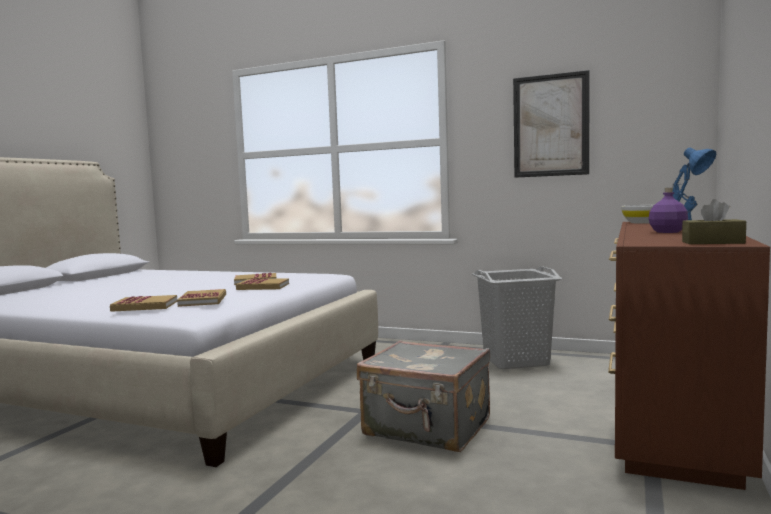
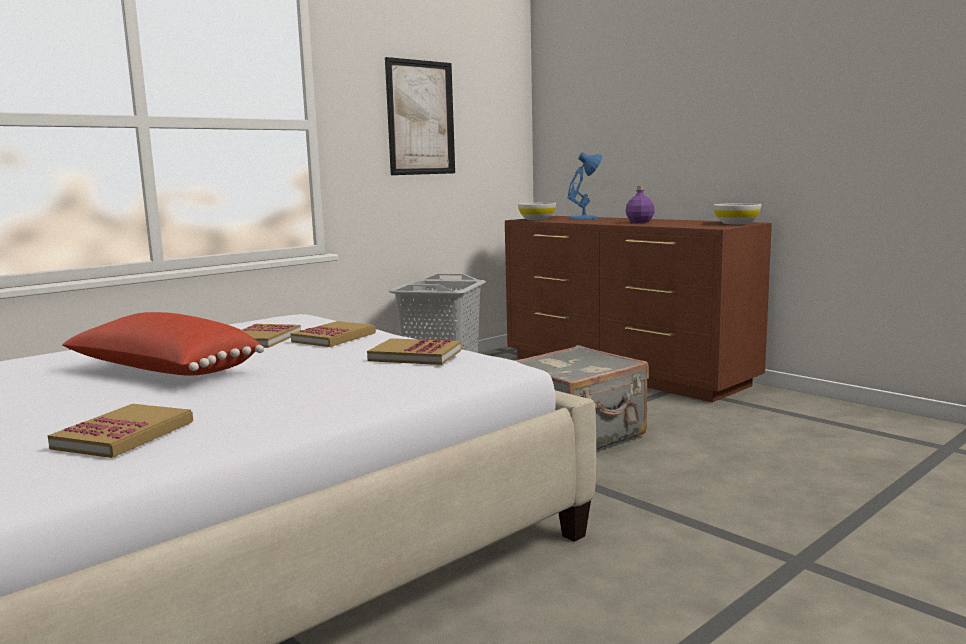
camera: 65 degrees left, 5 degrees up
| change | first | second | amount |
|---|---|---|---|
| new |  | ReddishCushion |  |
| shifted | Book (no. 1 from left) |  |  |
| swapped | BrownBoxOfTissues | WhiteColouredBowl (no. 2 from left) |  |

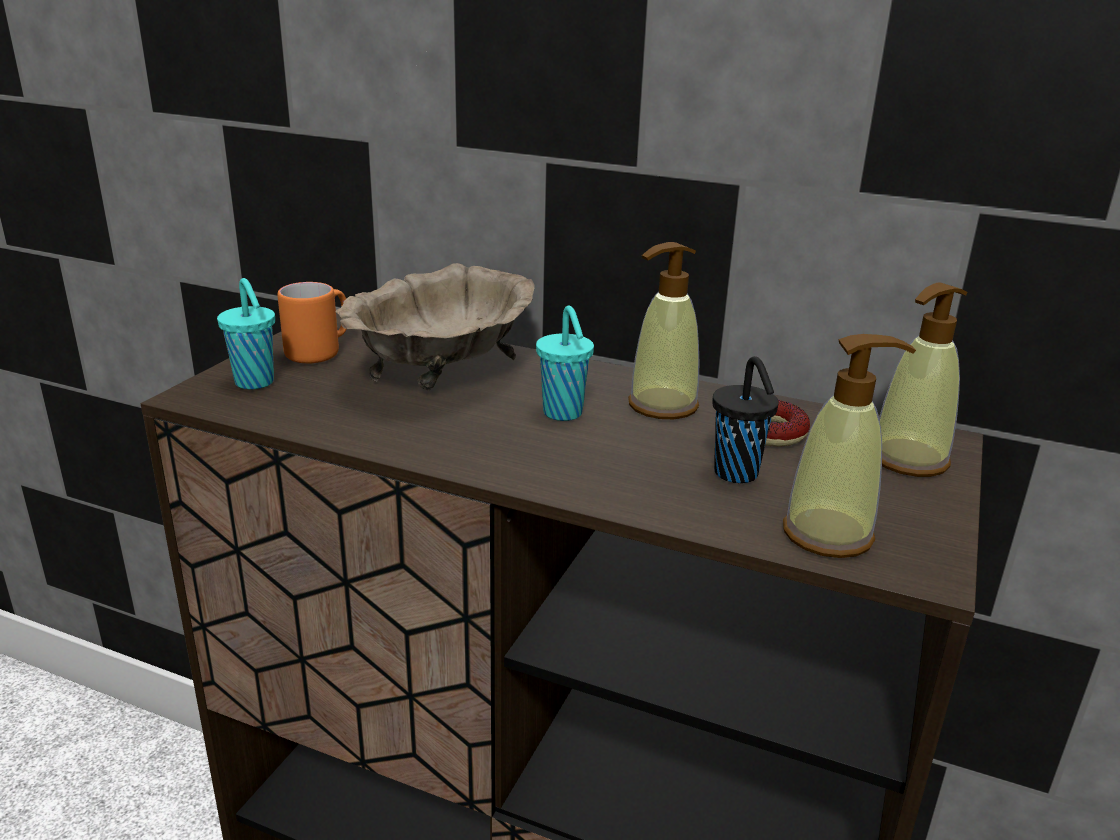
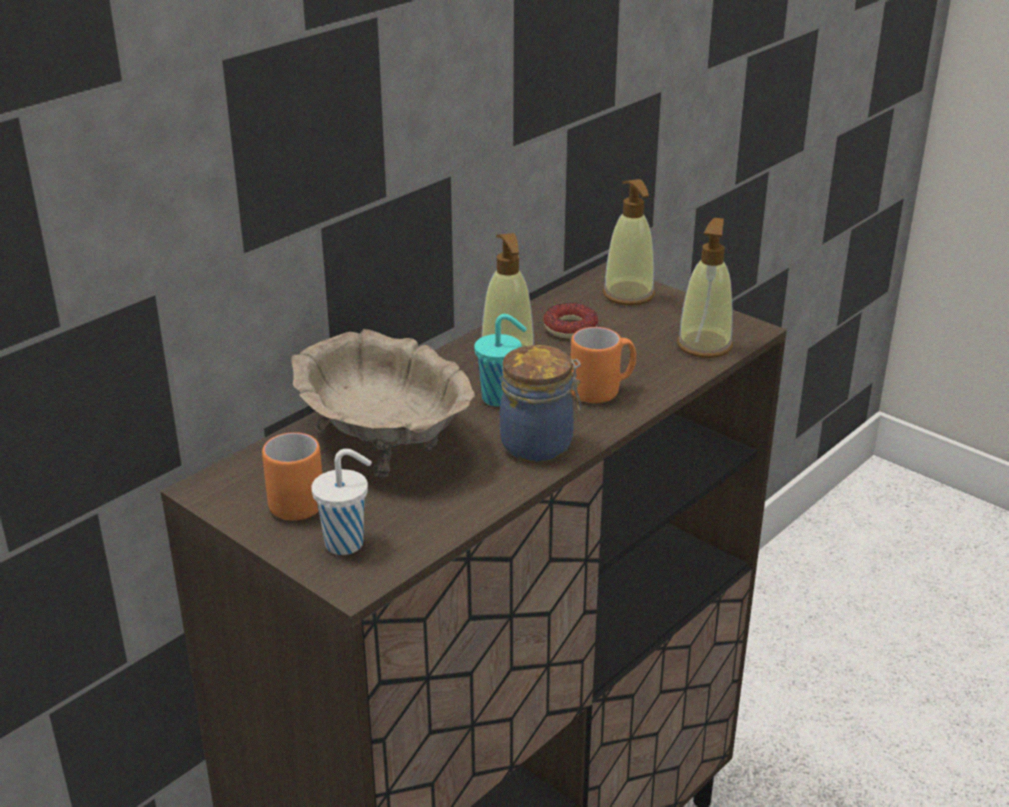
camera: 70 degrees left, 5 degrees up
| change | first | second | amount |
|---|---|---|---|
| gone | BlackishCup |  |  |
| new |  | StorageJar |  |
| new |  | OrangeTeaMug (no. 2 from left) |  |
| repainted | TurquoiseColouredCup (no. 1 from left) | WhiteColouredCup |  |

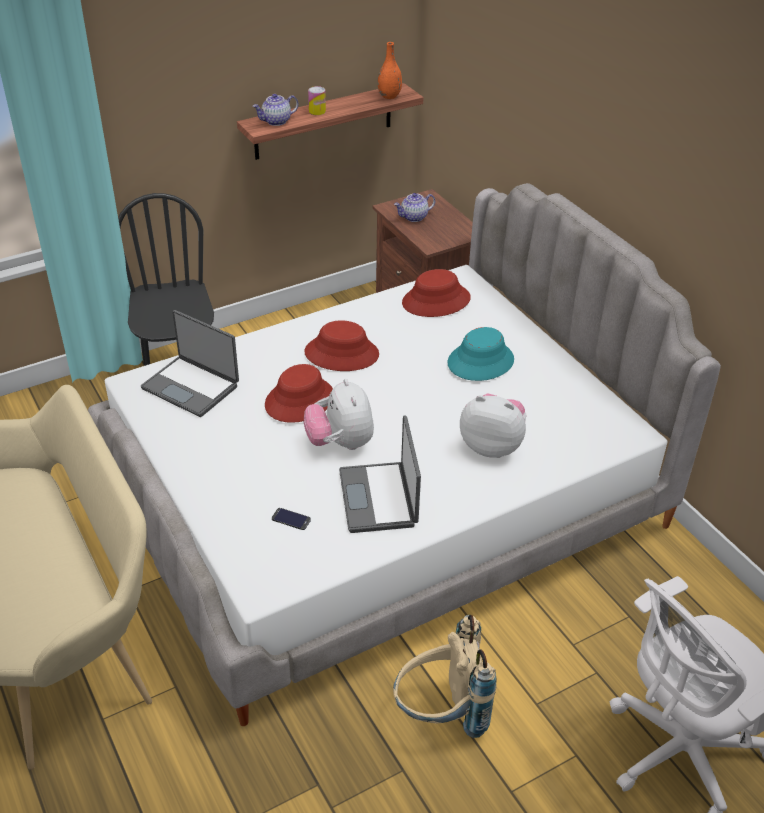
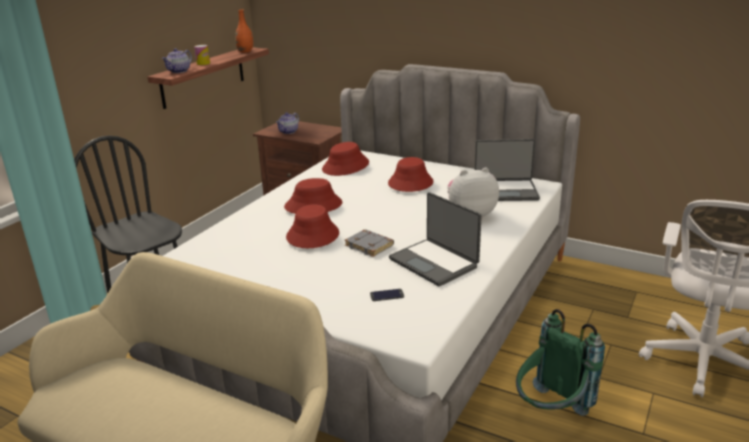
camera: 30 degrees left, 15 degrees down
| change | first | second | amount |
|---|---|---|---|
| shifted | Laptop (no. 1 from left in the first image) | Laptop (no. 2 from left) |  |
| swapped | SoftToy (no. 1 from left) | GreyBook |  |
| repainted | BeigeRucksack | GreenishRucksack |  |
| repainted | TurquoiseColouredHat | ReddishHat (no. 4 from left) |  |

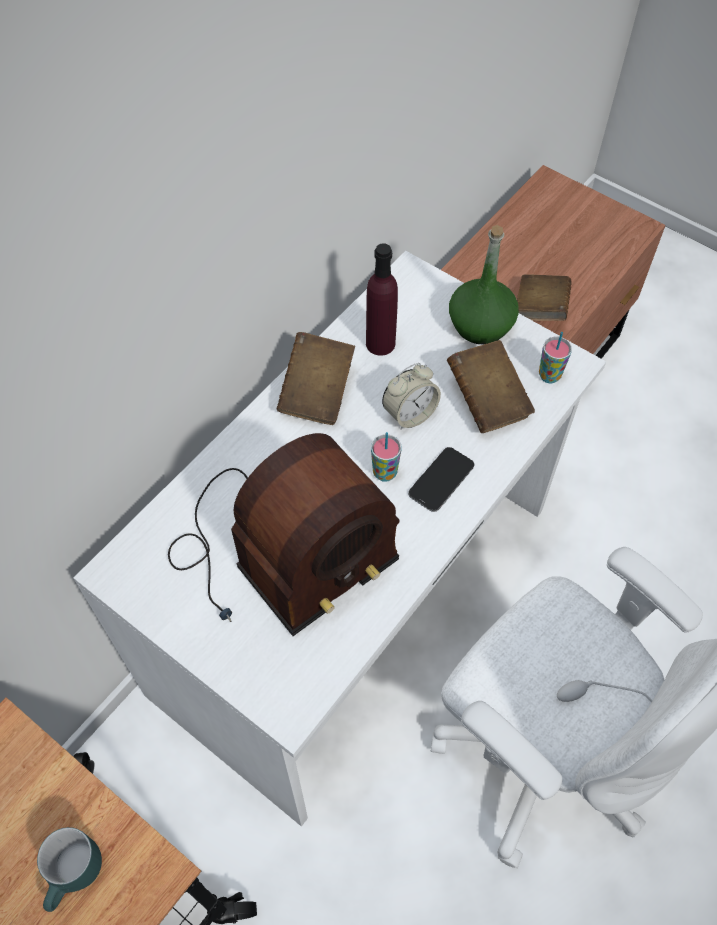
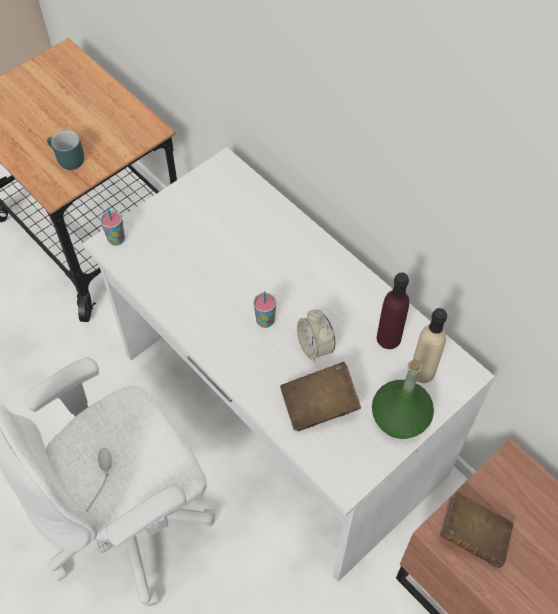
camera: 100 degrees right, 0 degrees up
| change | first | second | amount |
|---|---|---|---|
| gone | RadioSet |  |  |
| gone | BrownBook (no. 1 from left) |  |  |
| gone | Phone |  |  |
| new |  | BeigeBeverageBottle |  |
| shifted | Cup (no. 2 from left in the first image) | Cup (no. 1 from left) |  |

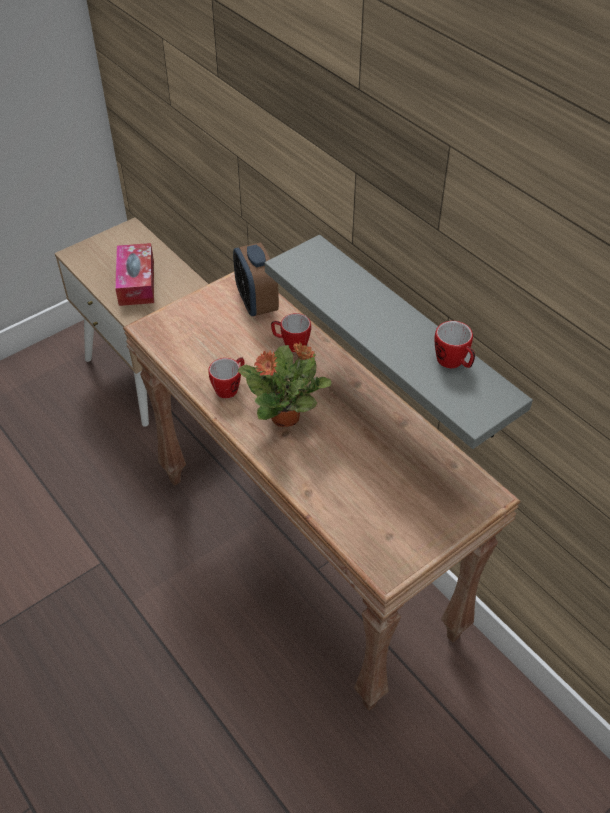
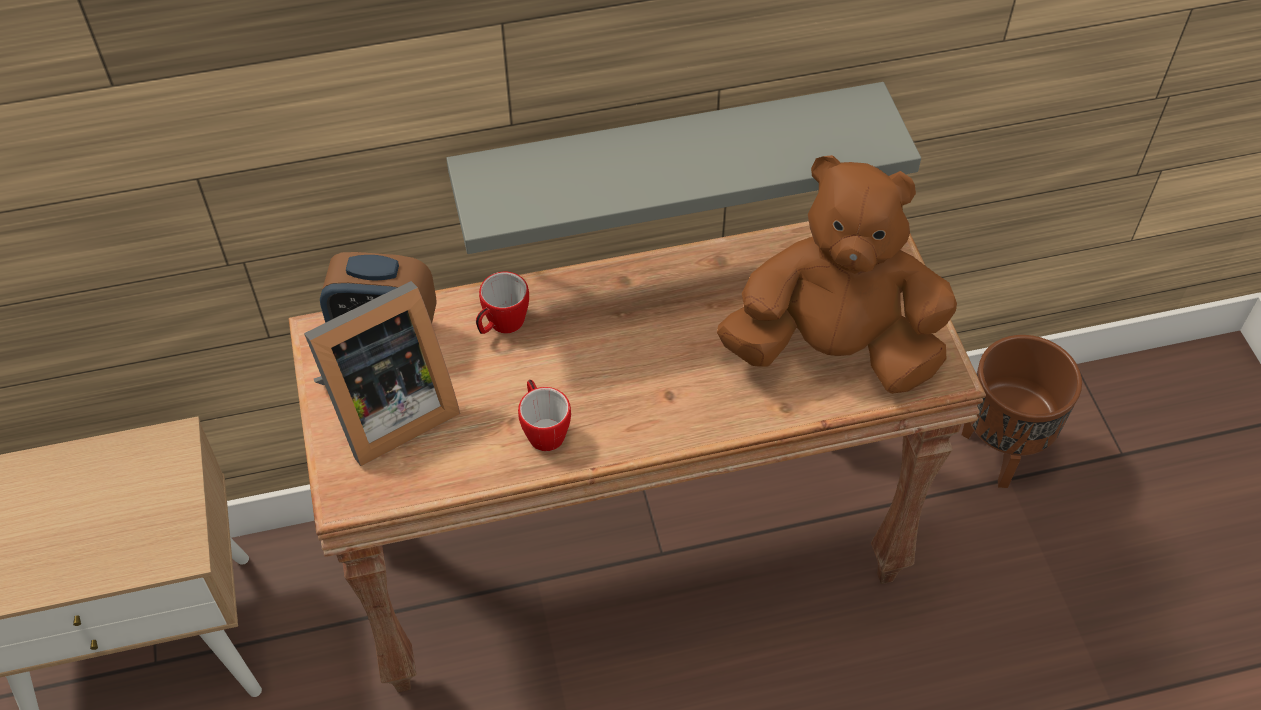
camera: 65 degrees left, 5 degrees up
| change | first | second | amount |
|---|---|---|---|
| gone | BoxOfTissues |  |  |
| gone | PottedPlant |  |  |
| gone | TeaMug (no. 3 from left) |  |  |
| new |  | PictureFrame |  |
| new |  | BrownSoftToy |  |
| new |  | BrownFlowerPot |  |

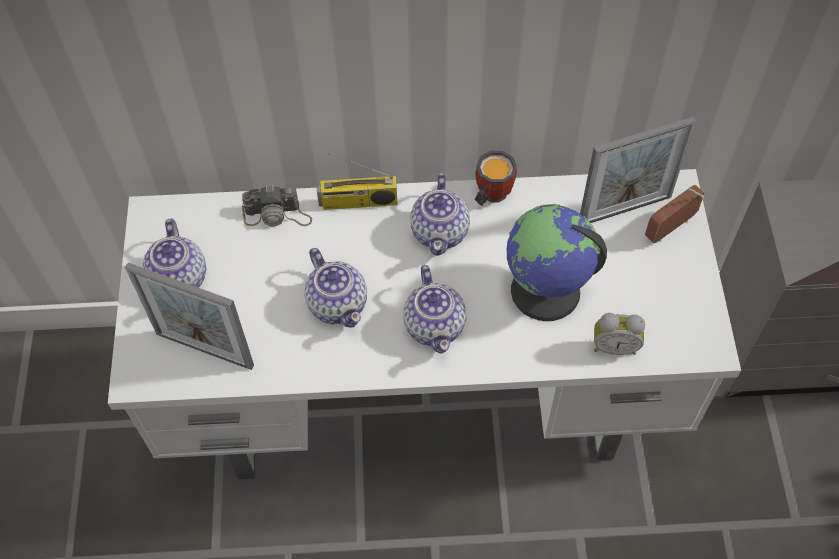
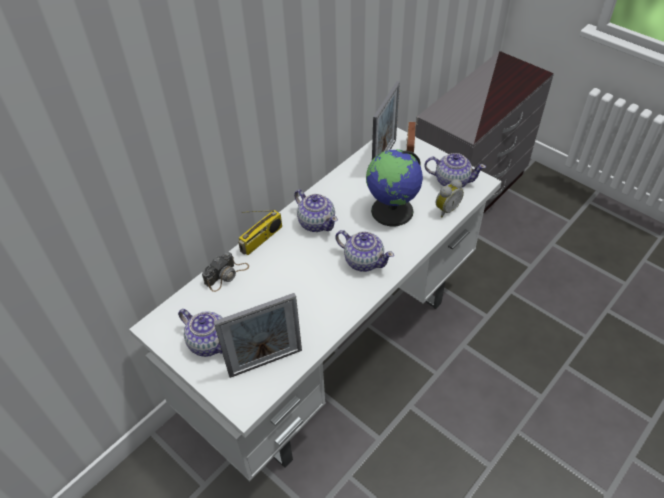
camera: 45 degrees left, 10 degrees down
| change | first | second | amount |
|---|---|---|---|
| gone | TeaMug |  |  |
| shifted | PotForTea (no. 2 from left in the first image) | PotForTea (no. 4 from left) |  |

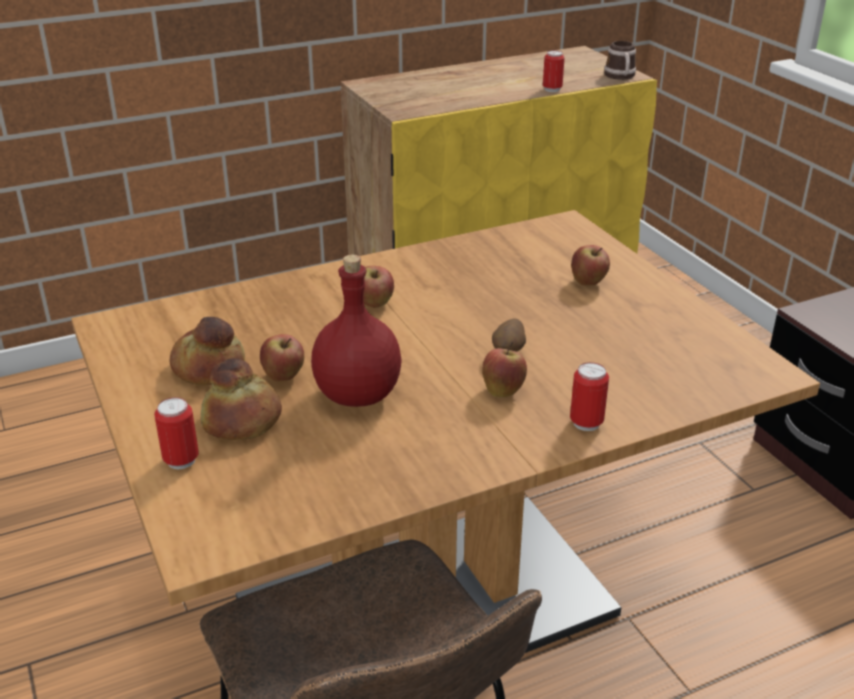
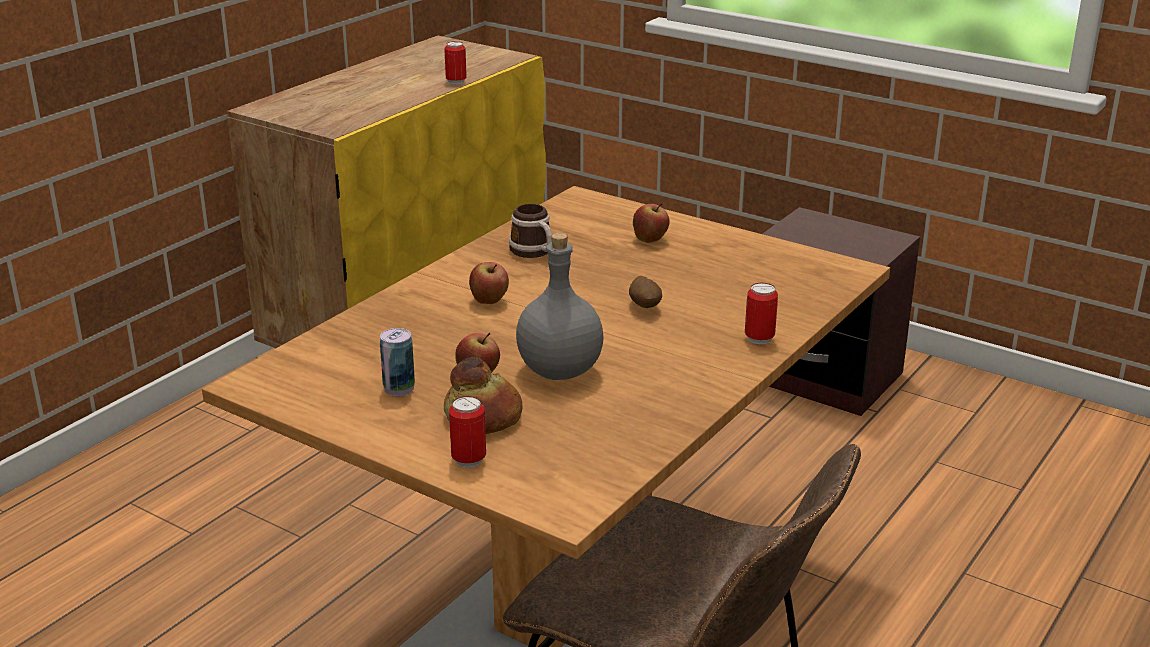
camera: 30 degrees left, 5 degrees down
| change | first | second | amount |
|---|---|---|---|
| gone | AppleFruit (no. 3 from left) |  |  |
| shifted | TeaMug |  |  |
| swapped | BakedBread (no. 1 from left) | SealedCan (no. 1 from left) |  |
| repainted | ReddishBeverageBottle | GreyBeverageBottle |  |

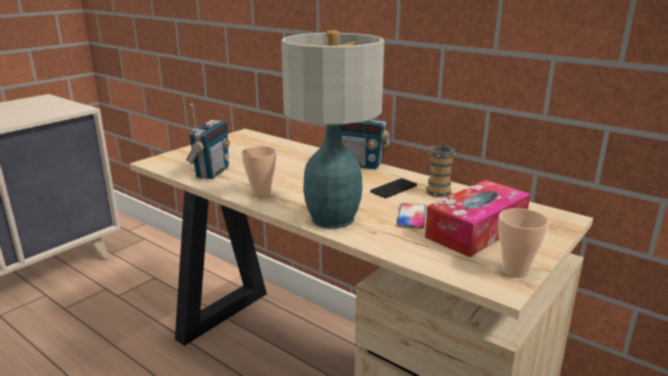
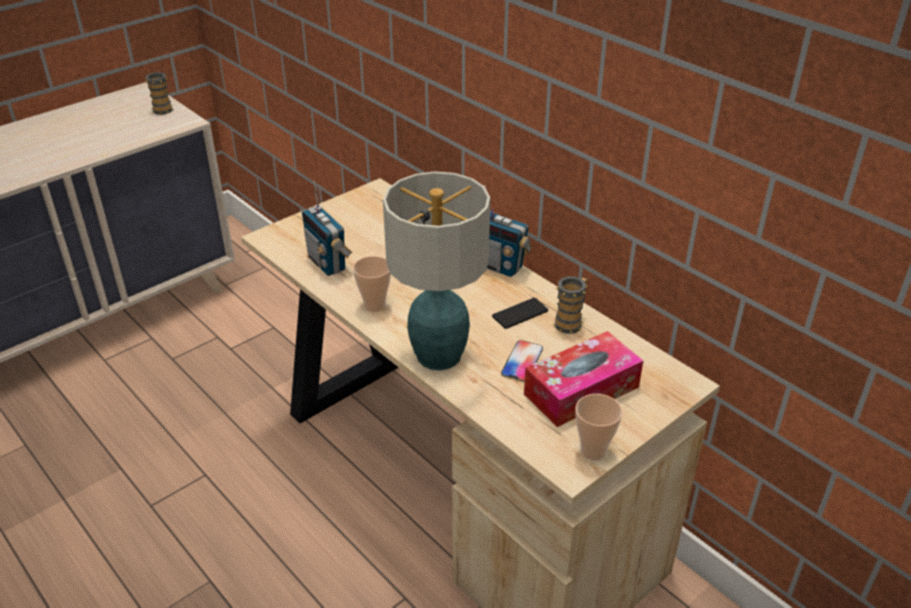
camera: 10 degrees right, 15 degrees up
| change | first | second | amount |
|---|---|---|---|
| new |  | TeaMug (no. 1 from left) |  |
| rotated | RadioSet (no. 1 from left) |  | 120 degrees clockwise |

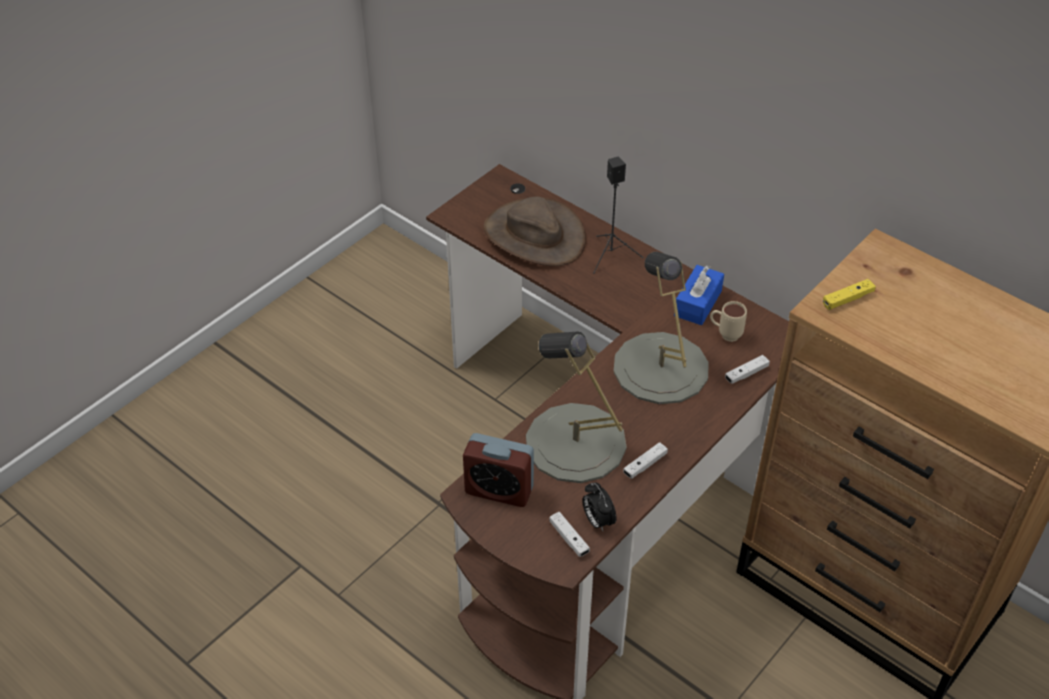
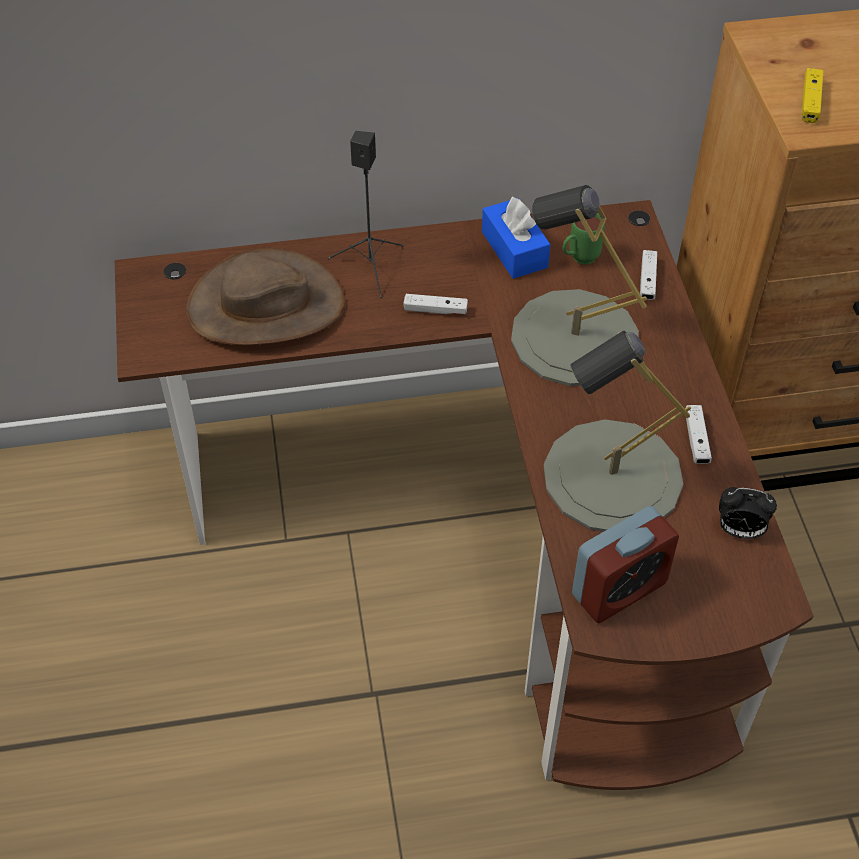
camera: 50 degrees left, 5 degrees up
| change | first | second | amount |
|---|---|---|---|
| shifted | WhiteColouredJoypad (no. 1 from left) |  |  |
| repainted | BeigeTeaMug | GreenishTeaMug |  |

